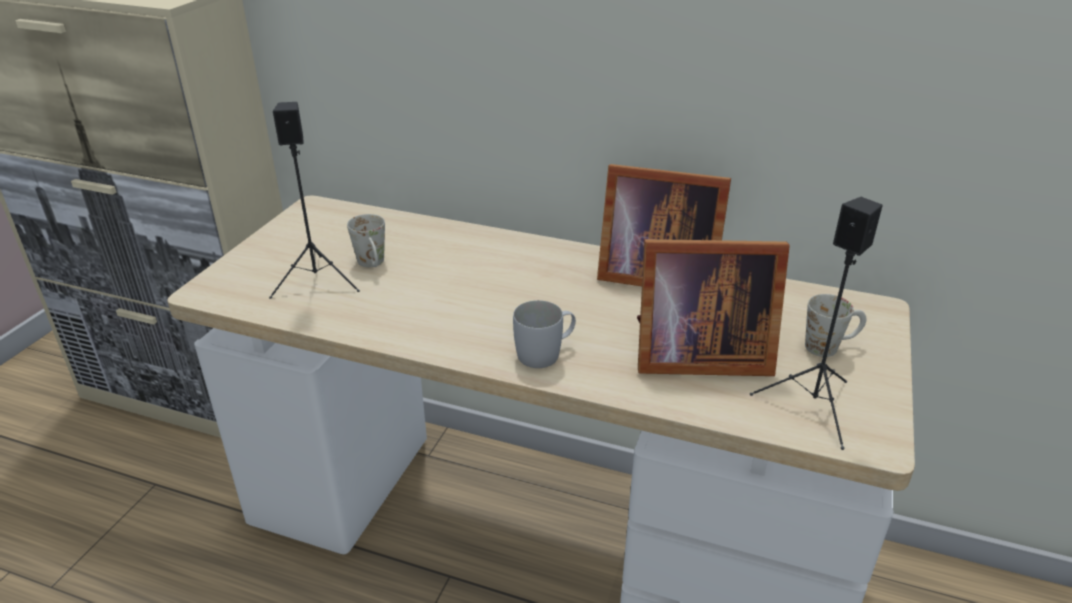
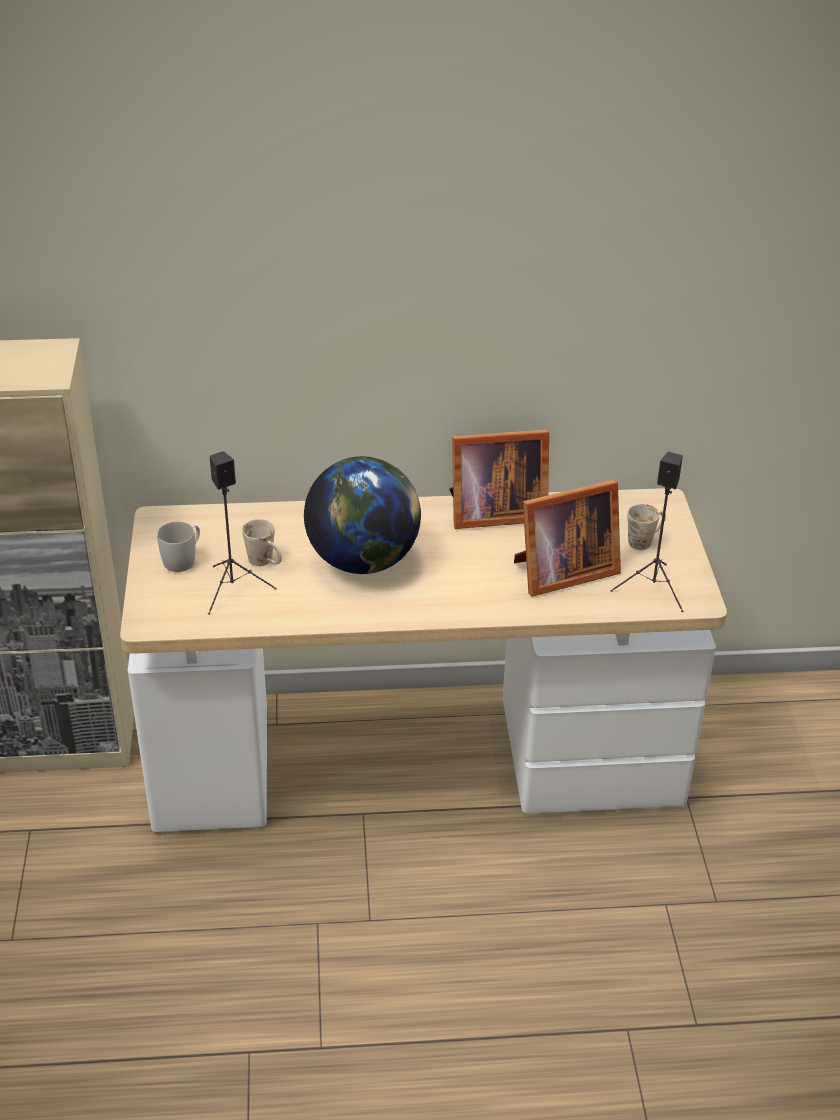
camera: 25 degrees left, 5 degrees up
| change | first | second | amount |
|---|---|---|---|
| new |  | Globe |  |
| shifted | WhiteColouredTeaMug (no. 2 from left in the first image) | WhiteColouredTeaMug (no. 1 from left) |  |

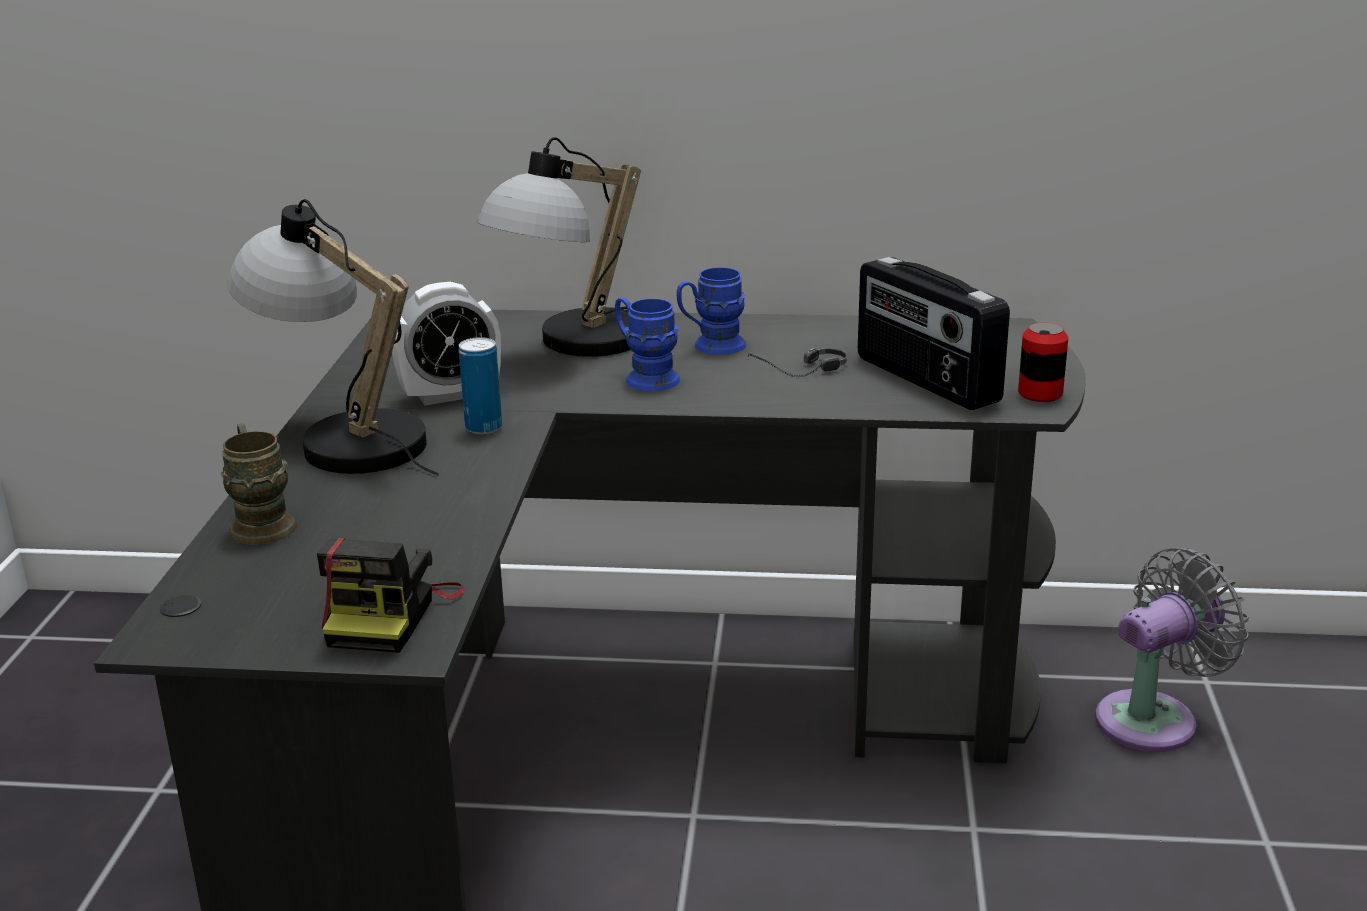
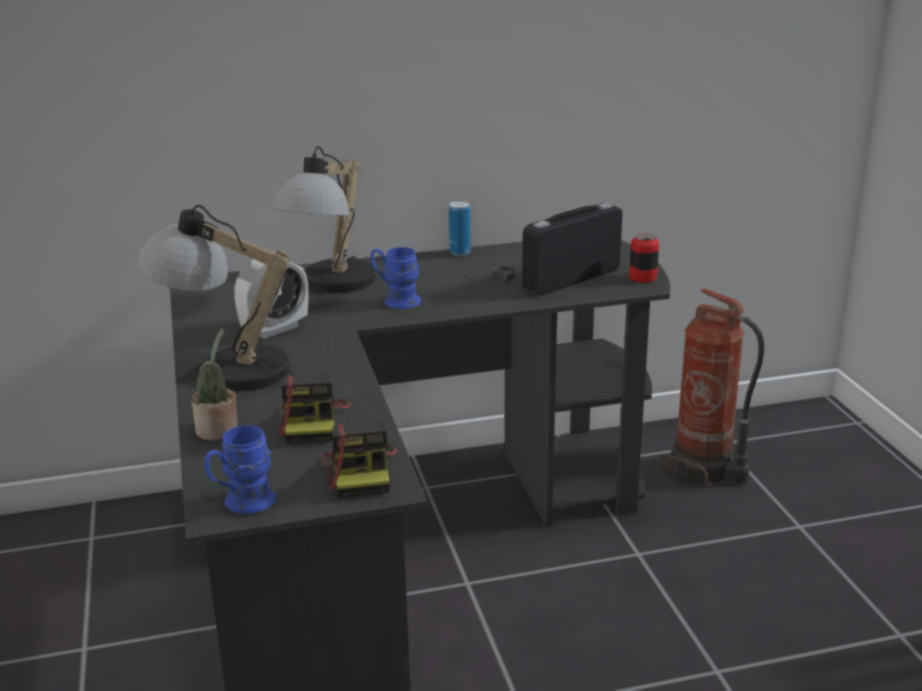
camera: 20 degrees left, 0 degrees up
| change | first | second | amount |
|---|---|---|---|
| new |  | StillCamera (no. 1 from left) |  |
| shifted | SealedCan (no. 1 from left) |  |  |
| shifted | BlueColouredTeaMug (no. 2 from left in the first image) | BlueColouredTeaMug (no. 1 from left) |  |
| swapped | BrownTeaMug | PottedPlant |  |
| swapped | GreyCoolingFan | FireExtinguisher |  |
| rotated | RadioSet |  | 105 degrees clockwise |

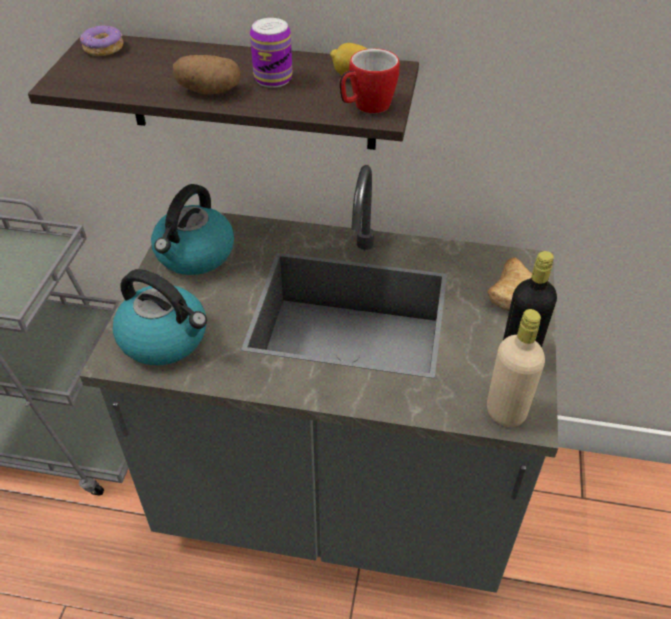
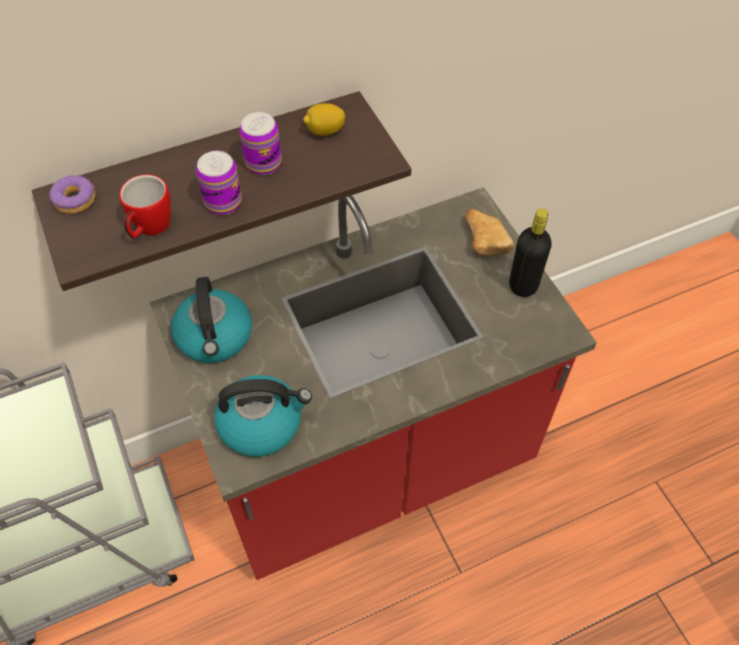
camera: 35 degrees left, 10 degrees up
| change | first | second | amount |
|---|---|---|---|
| gone | BeigeBeverageBottle |  |  |
| shifted | TeaMug |  |  |
| swapped | WholePotato | SealedCan (no. 1 from left) |  |
| repainted | GreyKitchenCounter | ReddishKitchenCounter |  |

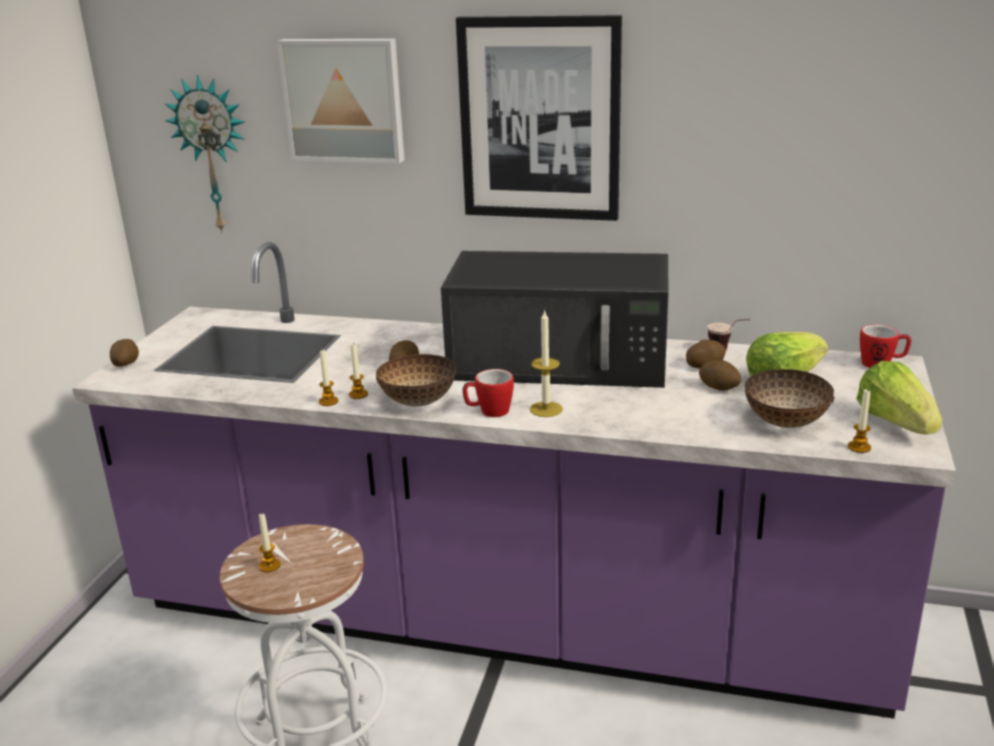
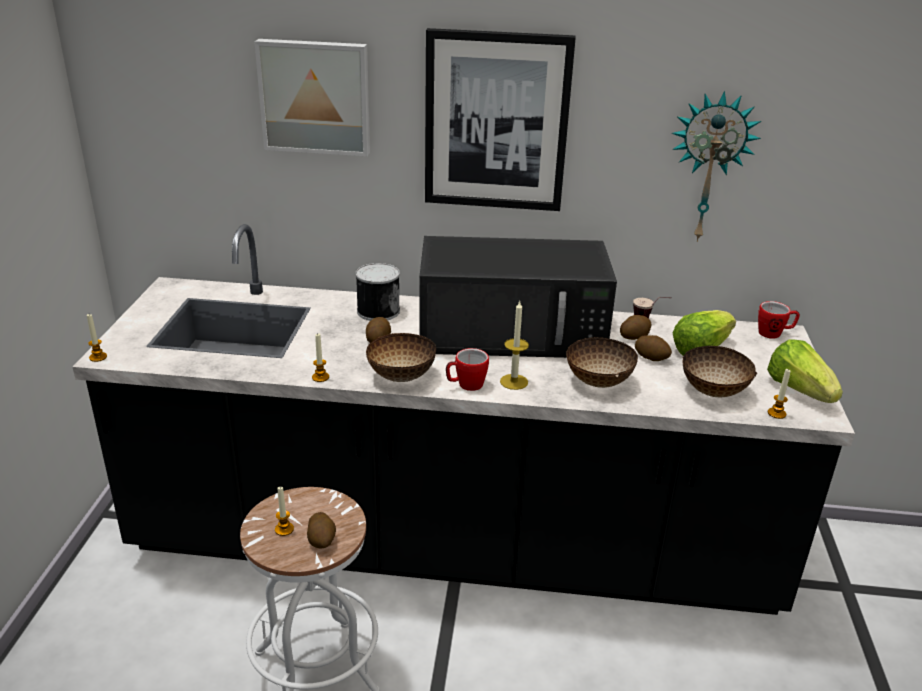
camera: 10 degrees left, 5 degrees up
| change | first | second | amount |
|---|---|---|---|
| new |  | SealedCan |  |
| new |  | Bowl (no. 2 from left) |  |
| shifted | WholePotato (no. 1 from left) |  |  |
| shifted | HangingClock |  |  |
| shifted | Candle (no. 3 from left in the first image) | Candle (no. 1 from left) |  |
| repainted | PurplishKitchenCounter | BlackishKitchenCounter |  |

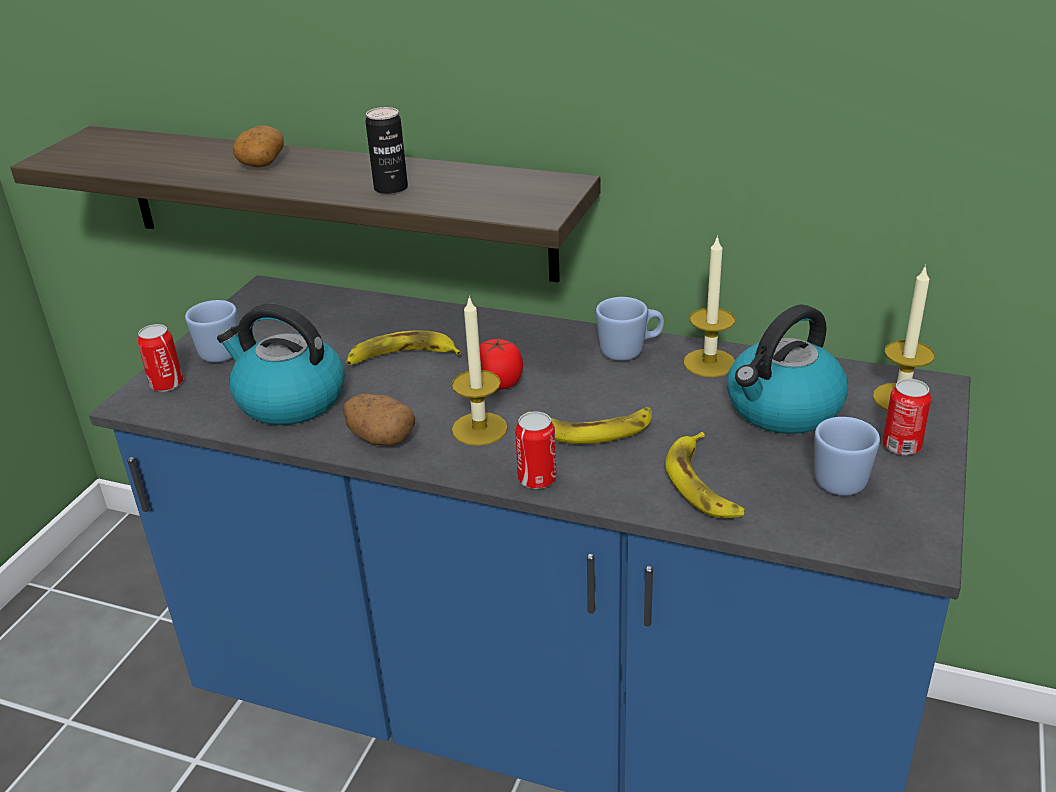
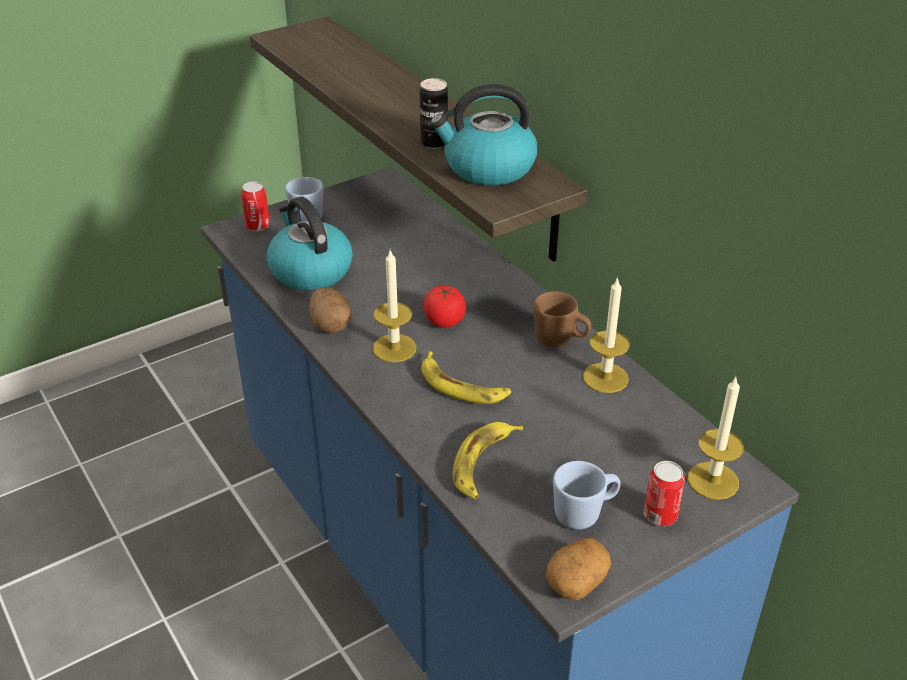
camera: 35 degrees right, 5 degrees up
| change | first | second | amount |
|---|---|---|---|
| gone | BananaFruit (no. 1 from left) |  |  |
| gone | SealedCan (no. 3 from left) |  |  |
| shifted | WholePotato (no. 1 from left in the first image) | WholePotato (no. 2 from left) |  |
| shifted | Kettle (no. 2 from left) |  |  |
| repainted | BlueColouredTeaMug (no. 2 from left) | BrownTeaMug |  |

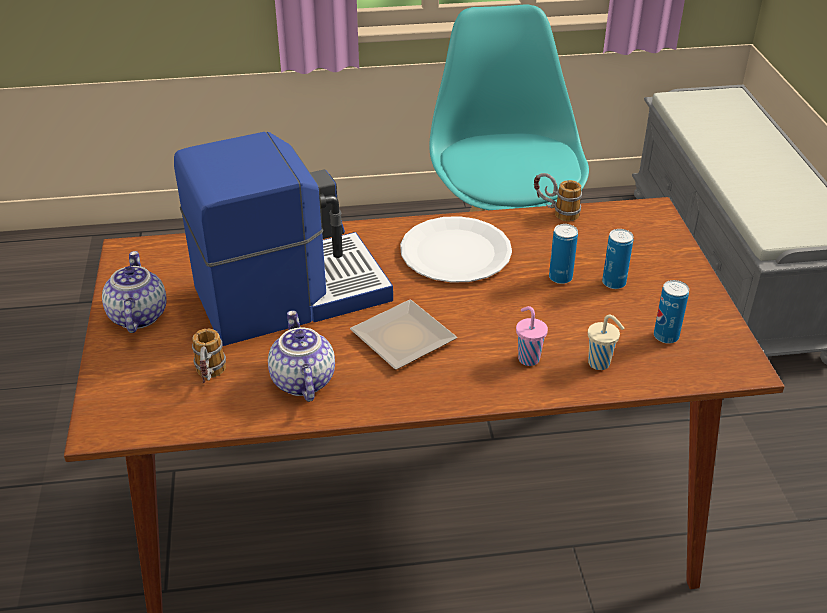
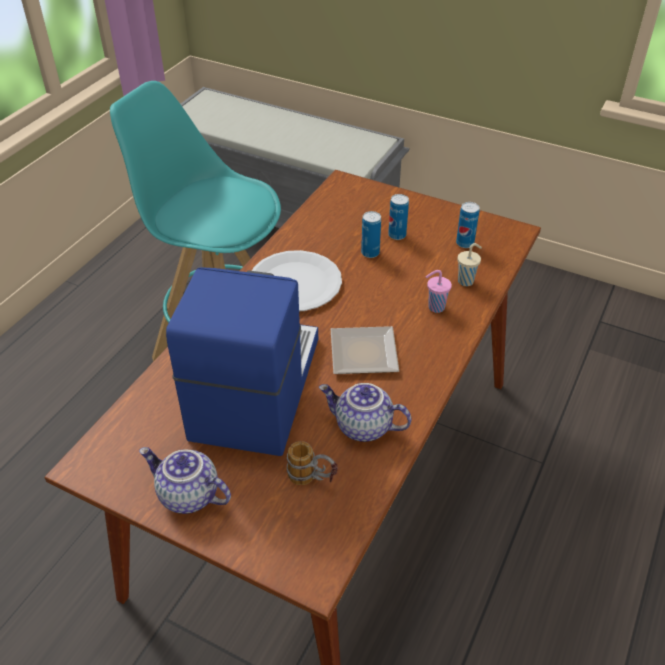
camera: 55 degrees left, 5 degrees up
| change | first | second | amount |
|---|---|---|---|
| gone | TeaMug (no. 2 from left) |  |  |

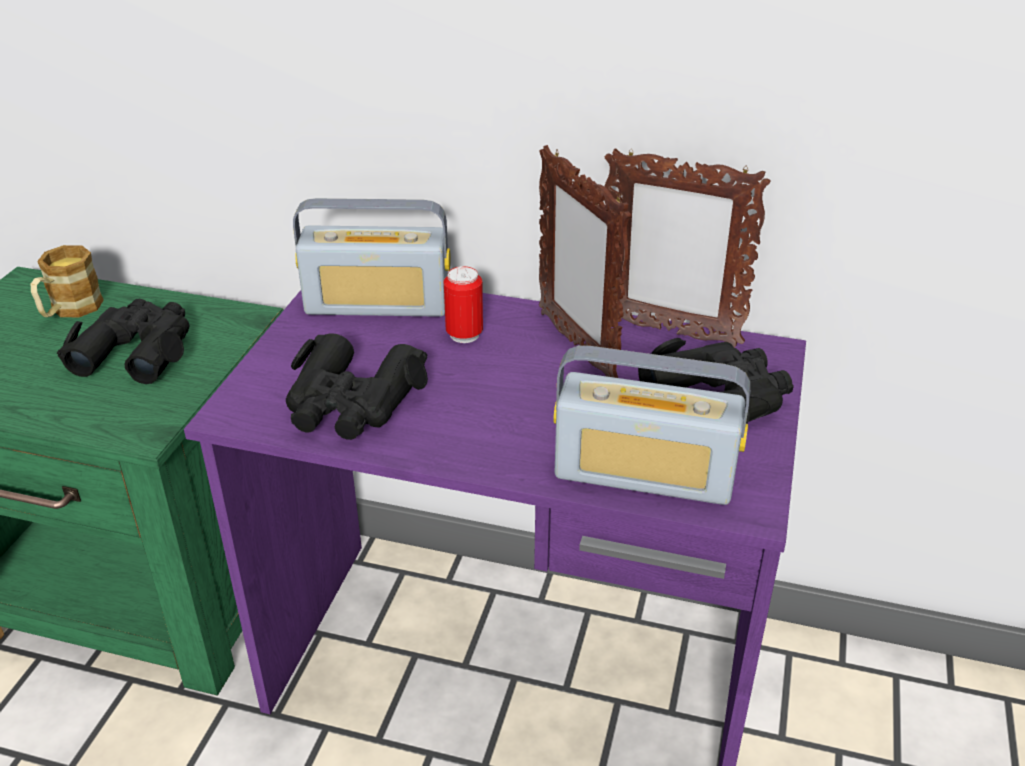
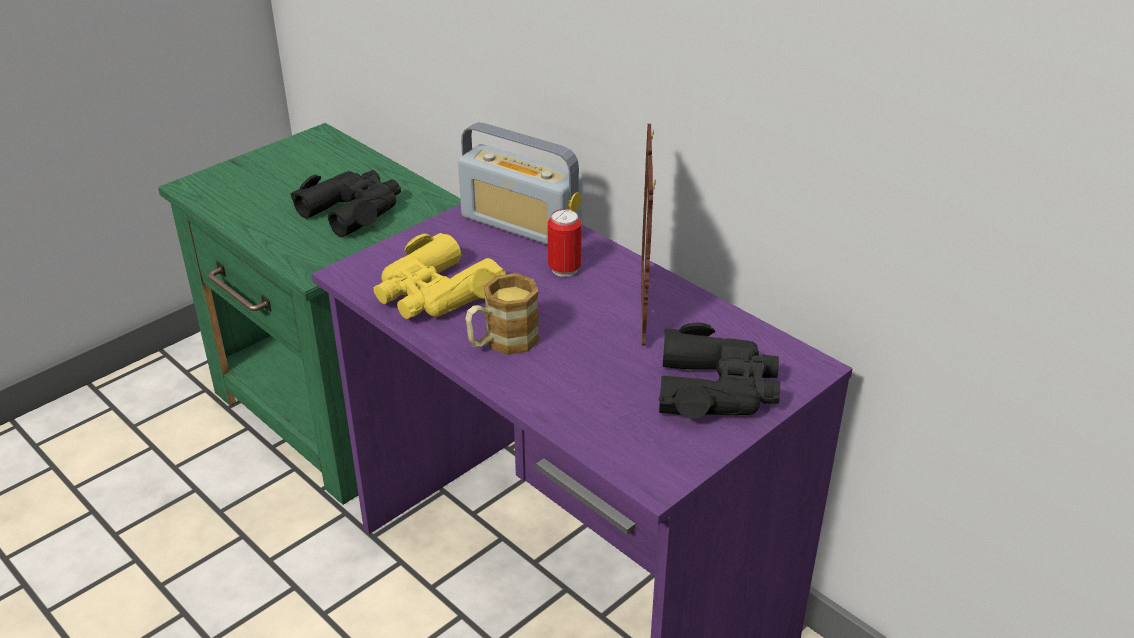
camera: 30 degrees right, 0 degrees up
| change | first | second | amount |
|---|---|---|---|
| gone | RadioSet (no. 2 from left) |  |  |
| gone | PictureFrame (no. 2 from left) |  |  |
| shifted | TeaMug |  |  |
| repainted | BlackishBinoculars (no. 2 from left) | YellowishBinoculars |  |

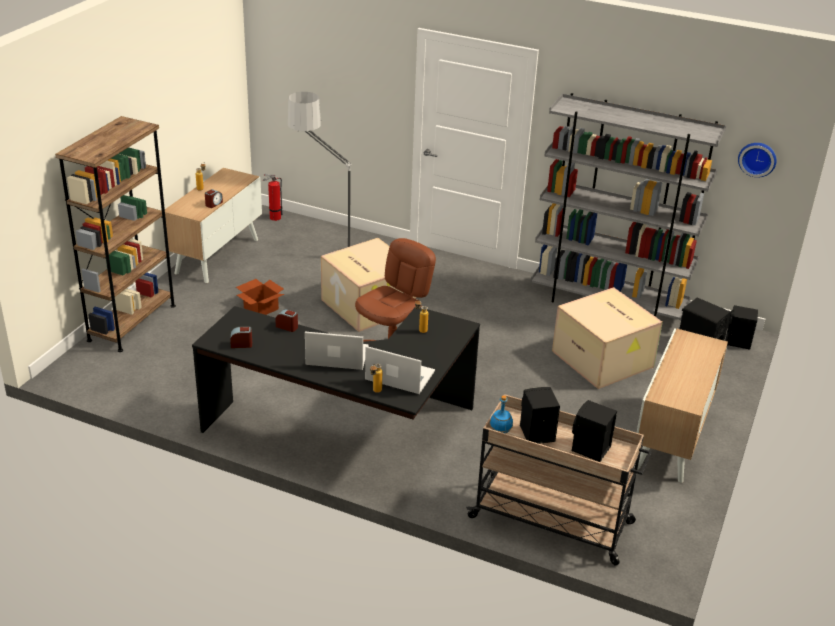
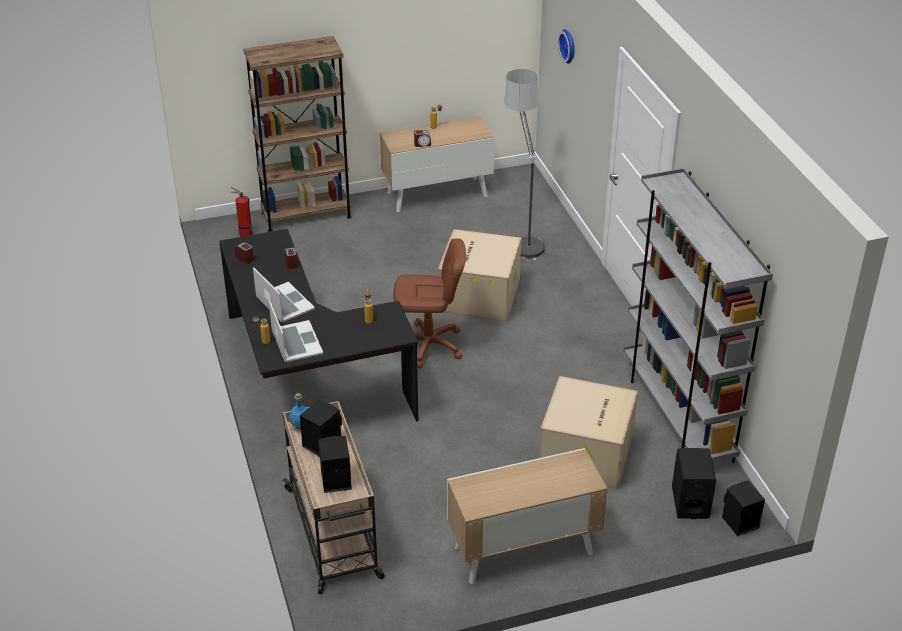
camera: 50 degrees right, 5 degrees up
| change | first | second | amount |
|---|---|---|---|
| gone | CardboardBox (no. 1 from left) |  |  |
| shifted | FireExtinguisher |  |  |
| shifted | HangingClock |  |  |

